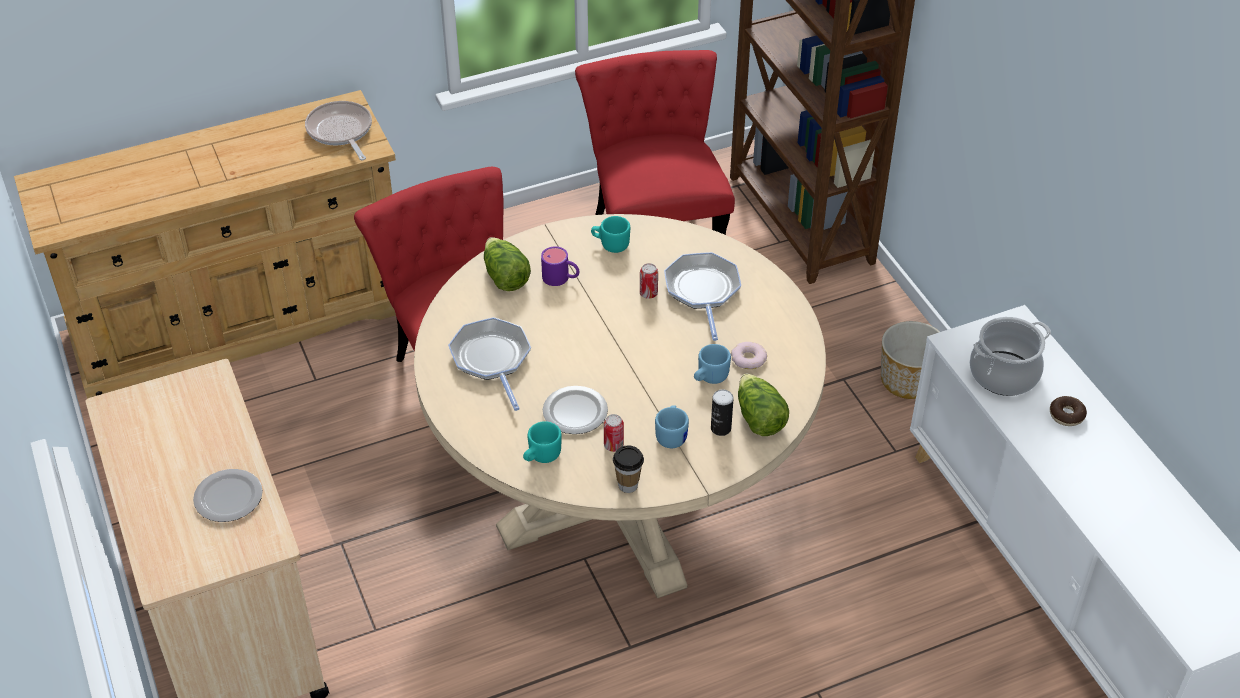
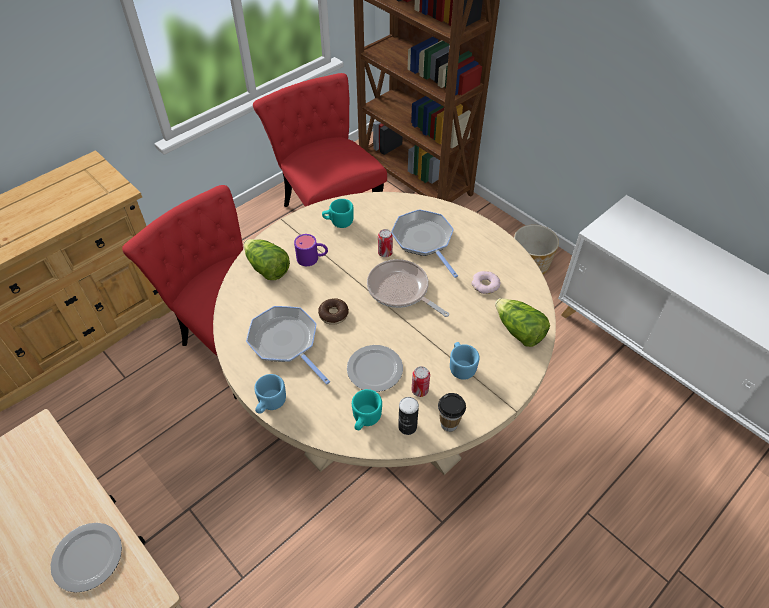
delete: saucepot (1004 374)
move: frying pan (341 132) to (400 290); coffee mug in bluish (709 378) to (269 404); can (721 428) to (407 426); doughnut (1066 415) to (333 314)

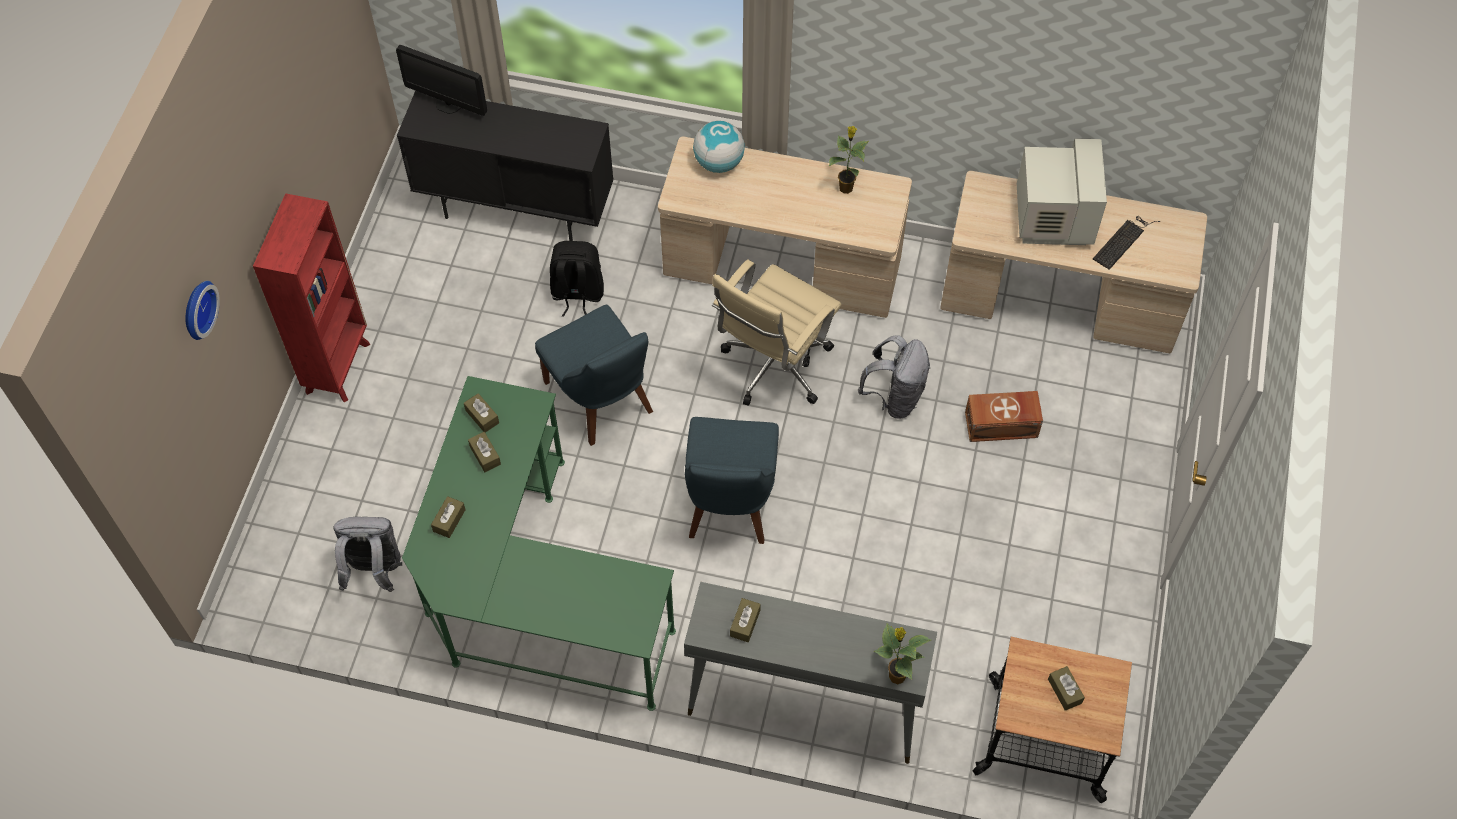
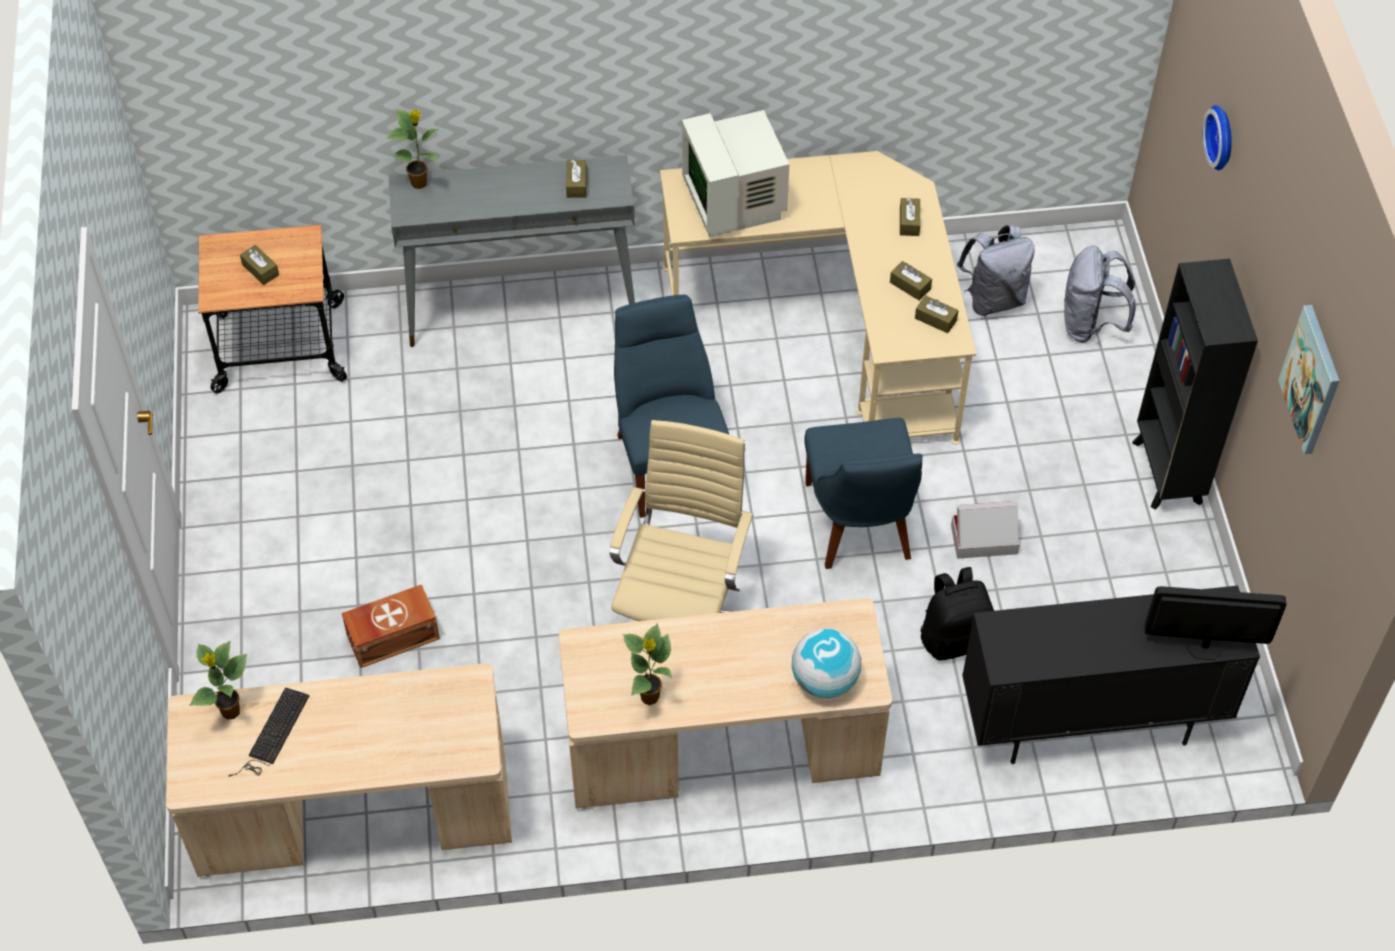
insert: picture (1312 379); cardboard box (984 539); potted plant (230 712)
move: monitor (1052 218) to (736 202); knapsack in gray (894 397) to (1090 325)
recolor: bookcase in reddish (339 366) to bookcase in black-coloured (1167 474); desk in green (531 590) to desk in beige-coloured (831 326)
rotate: chair in bluish (601 400) = (859 525) 135 degrees counterclockwise

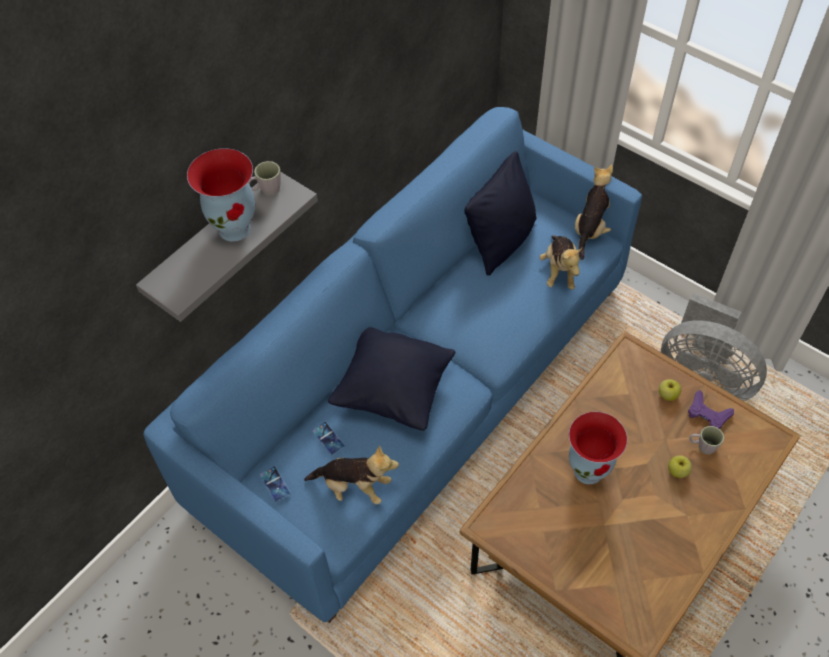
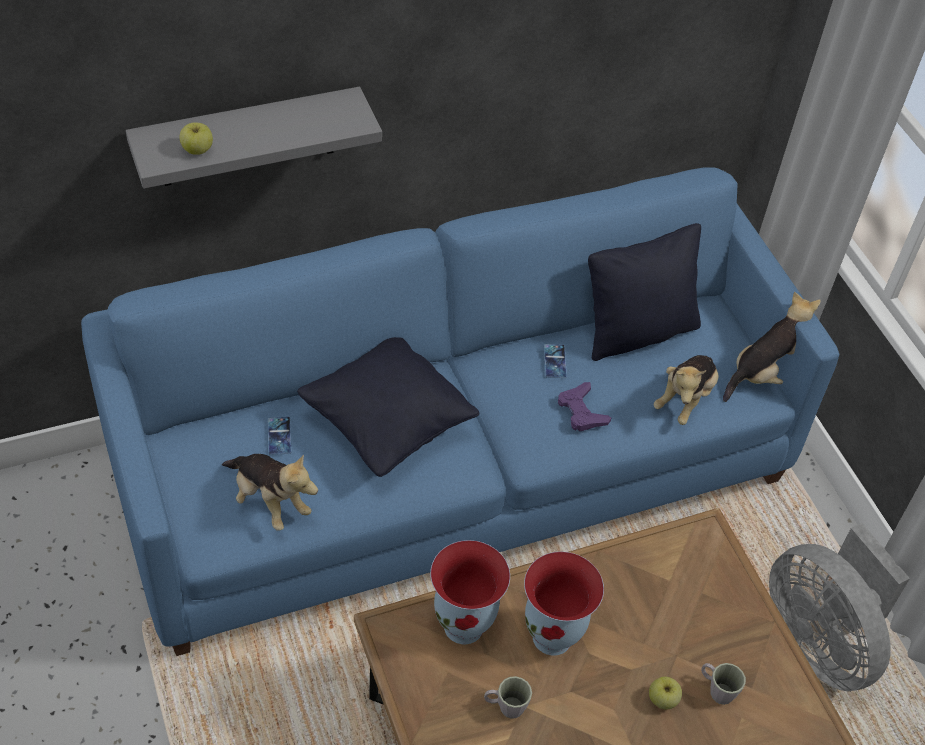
move: decorative vase (235 228) to (465 626); coffee mug in gray (266 190) to (505 707); apple fruit (667 395) to (197 150); gamepad in purple (708 414) to (581 411); phone (275 484) to (555 361)

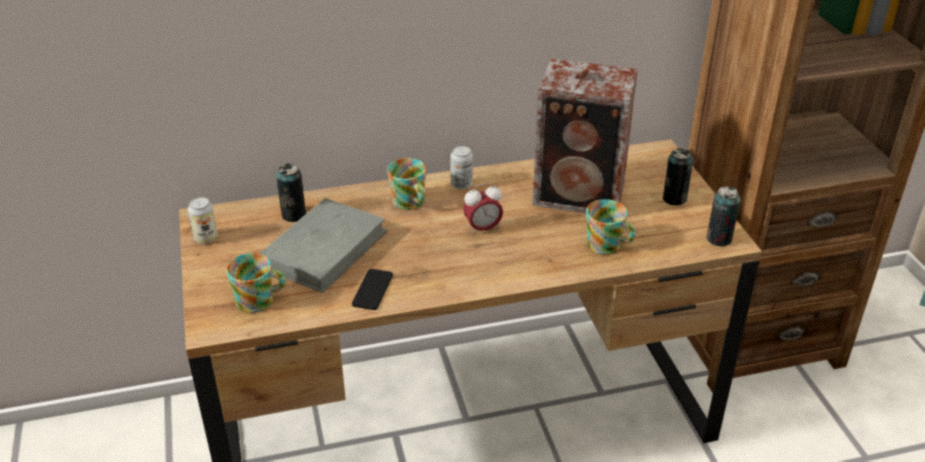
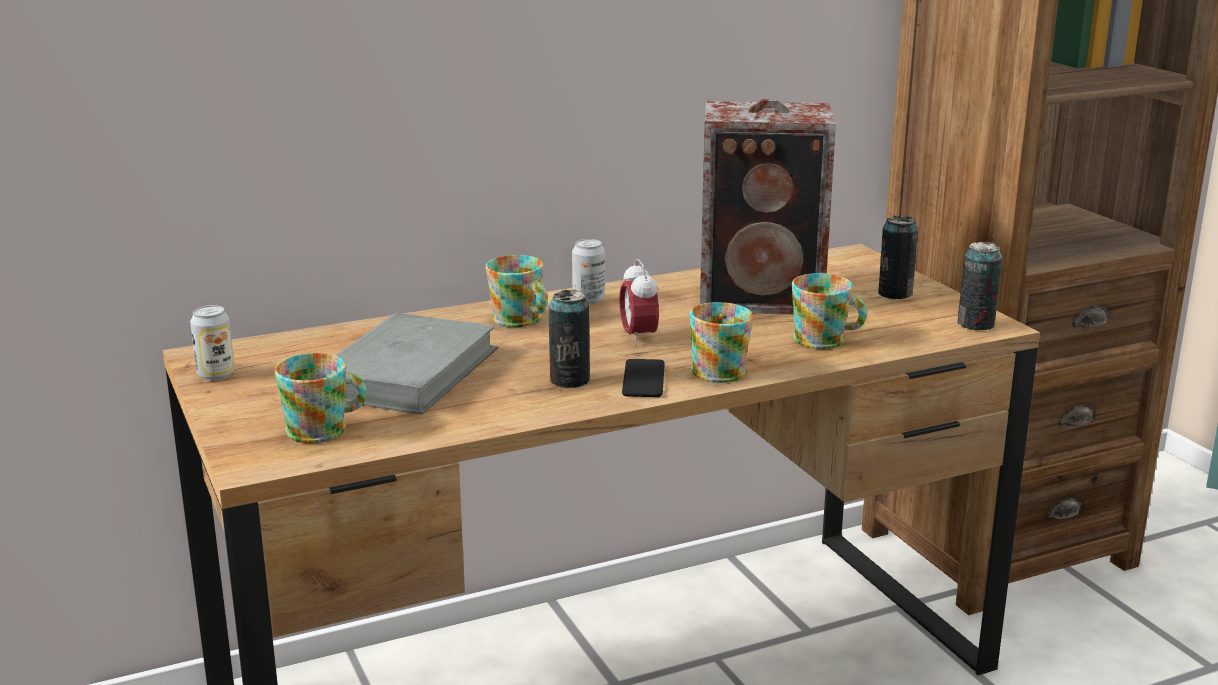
insert: coffee mug (720 369)
move: can (293 215) to (569 380); phone (372 290) to (643 379)
rotate: alarm clock (483 229) = (638 337) 105 degrees clockwise

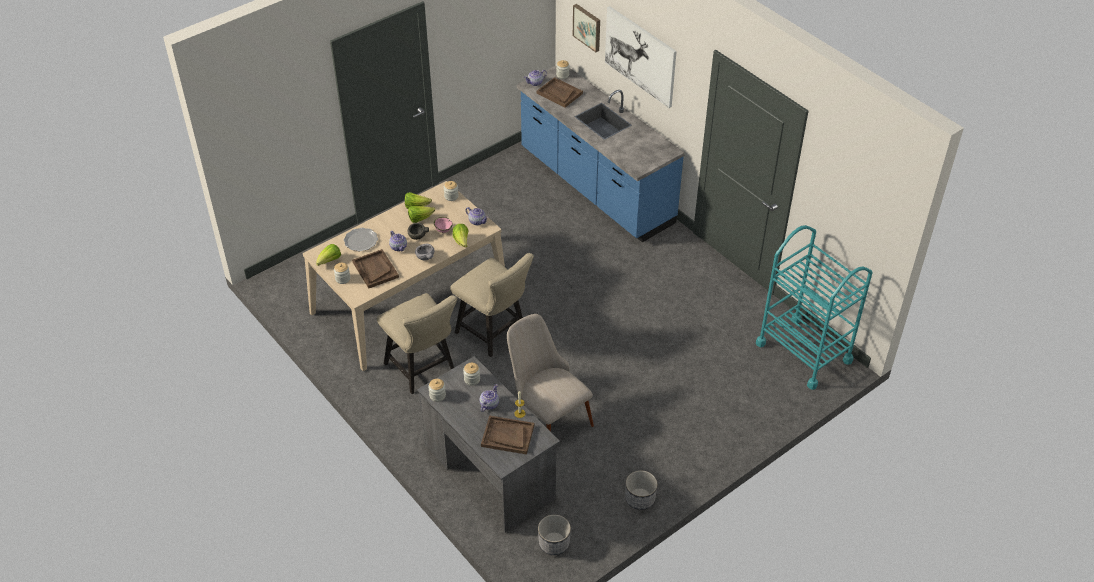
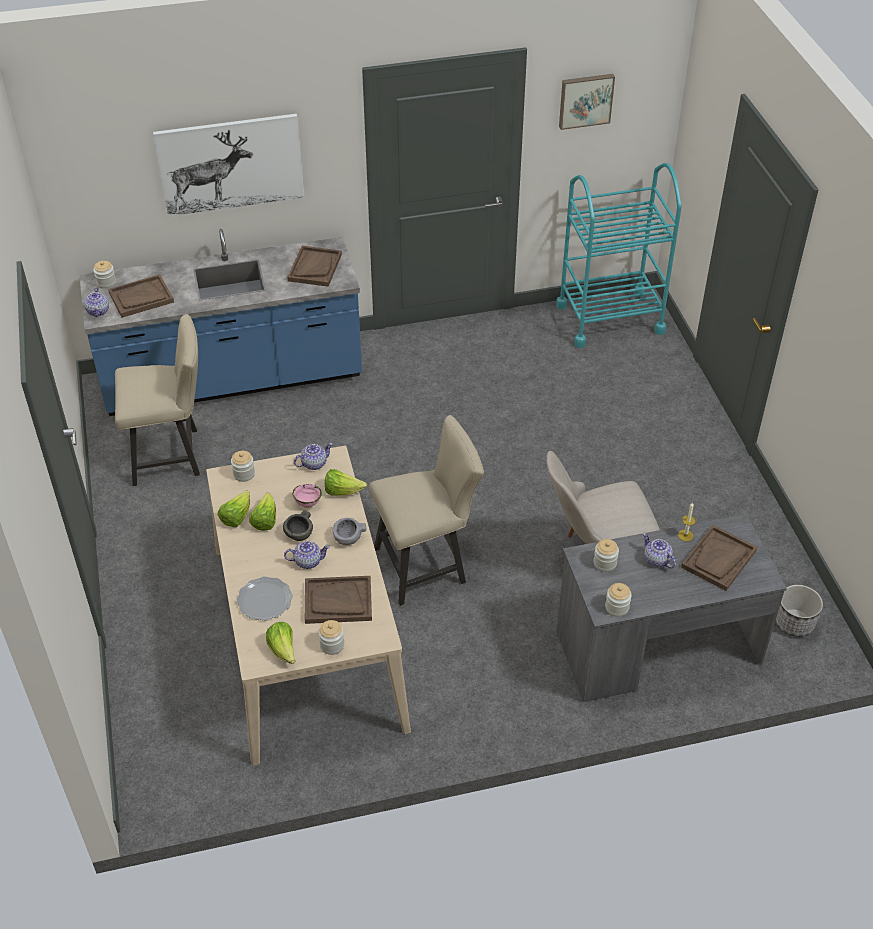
delete: plant pot (639 499)
insert: tray in brownish (315 267)
move: picture (587 27) to (585 100); chair in beige-coloured (423 370) to (172 455)

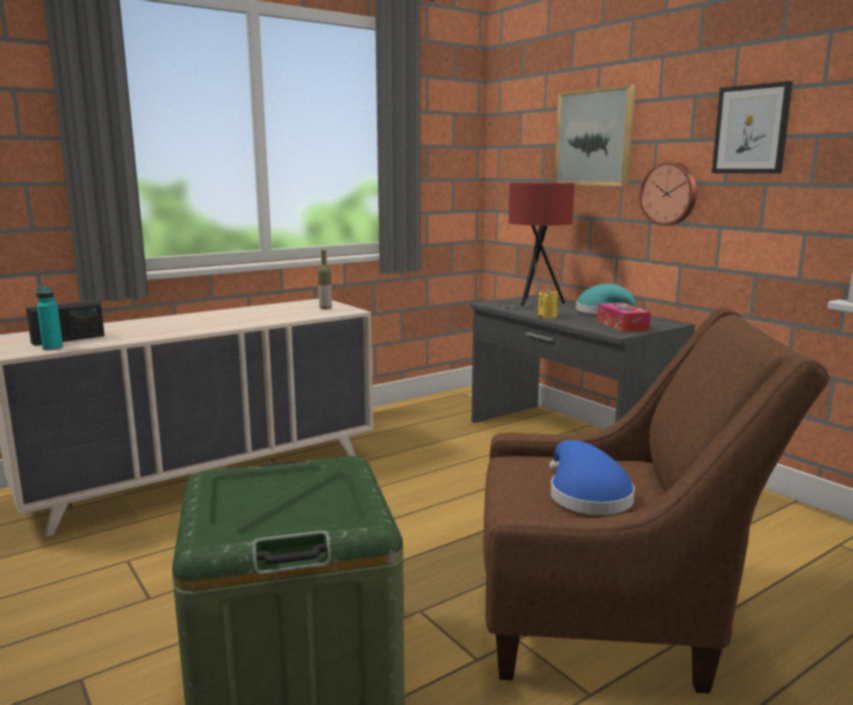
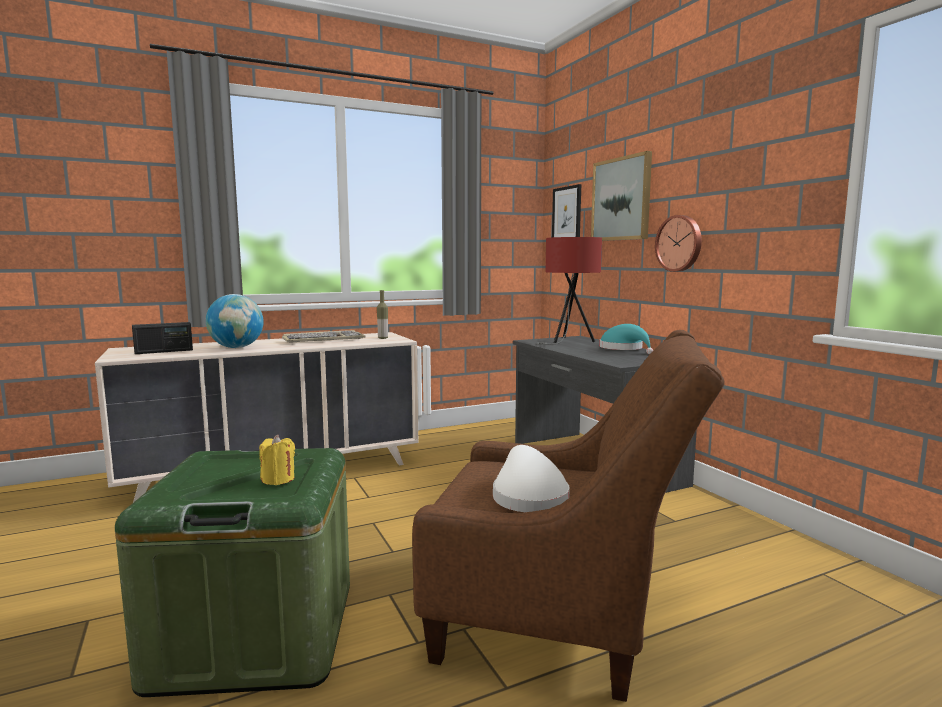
delete: beverage bottle in turquoise (52 348); box of tissues (622 325)
insert: globe (237 347); PC keyboard (324 340)
move: picture (751 129) to (567 213); wax candle in yellow-coloured (547 316) to (278 479)
recolor: wearable hat in bluish (586 495) to wearable hat in white (528 496)

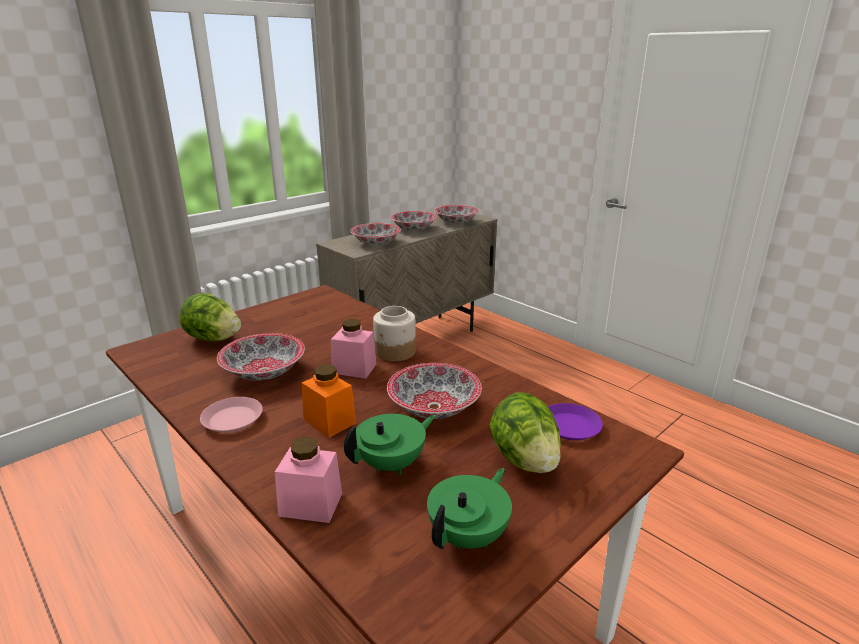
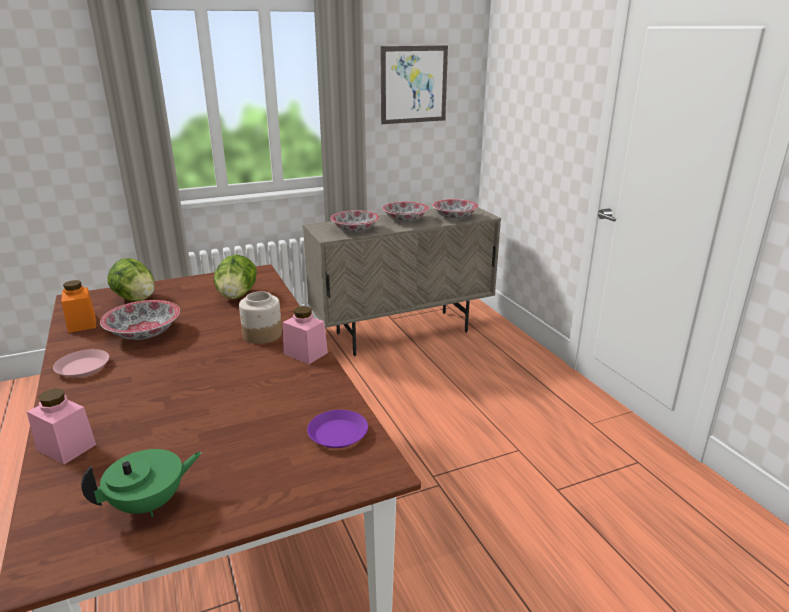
delete: serving bowl (434 407); tea pot in green (392 464)
insert: picture (413 84)
move: storage jar in pink-coloured (354 369) to (305 353); storage jar in orange-coloured (329 421) to (82 323); lettuce head (524 459) to (237 296)

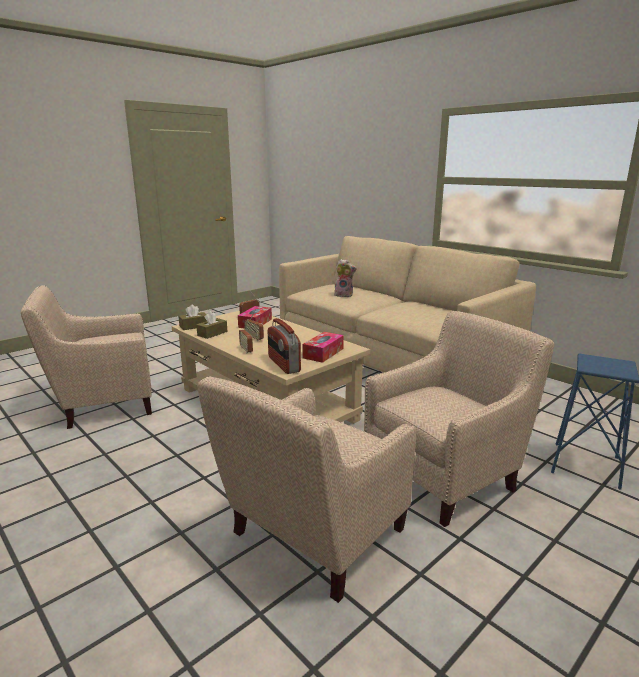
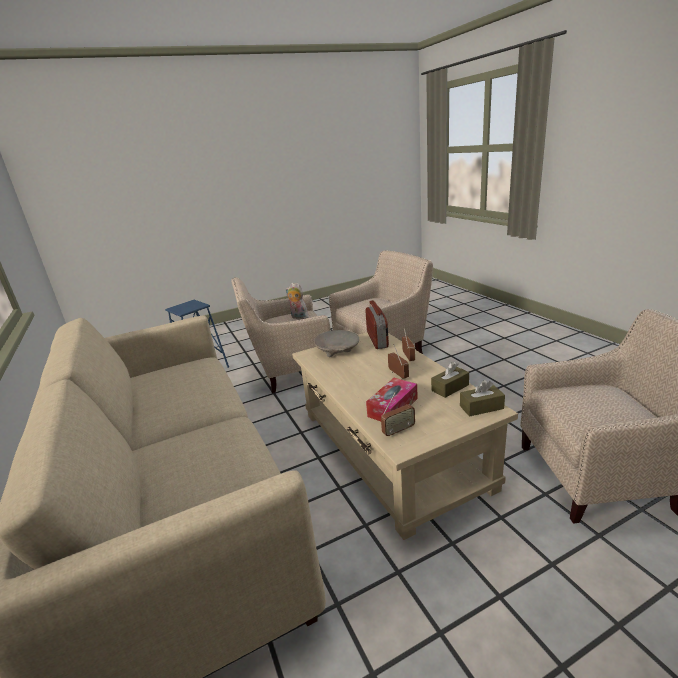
move: soft toy (344 295) to (298 317)
replace: box of tissues (323 353) to serving bowl in beige-coloured (337 350)

